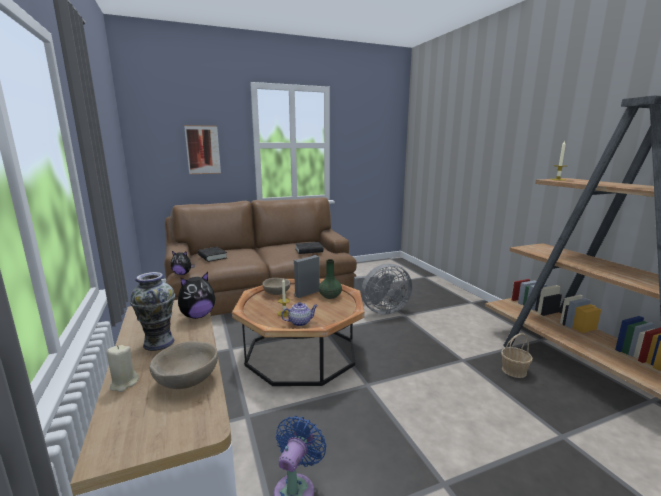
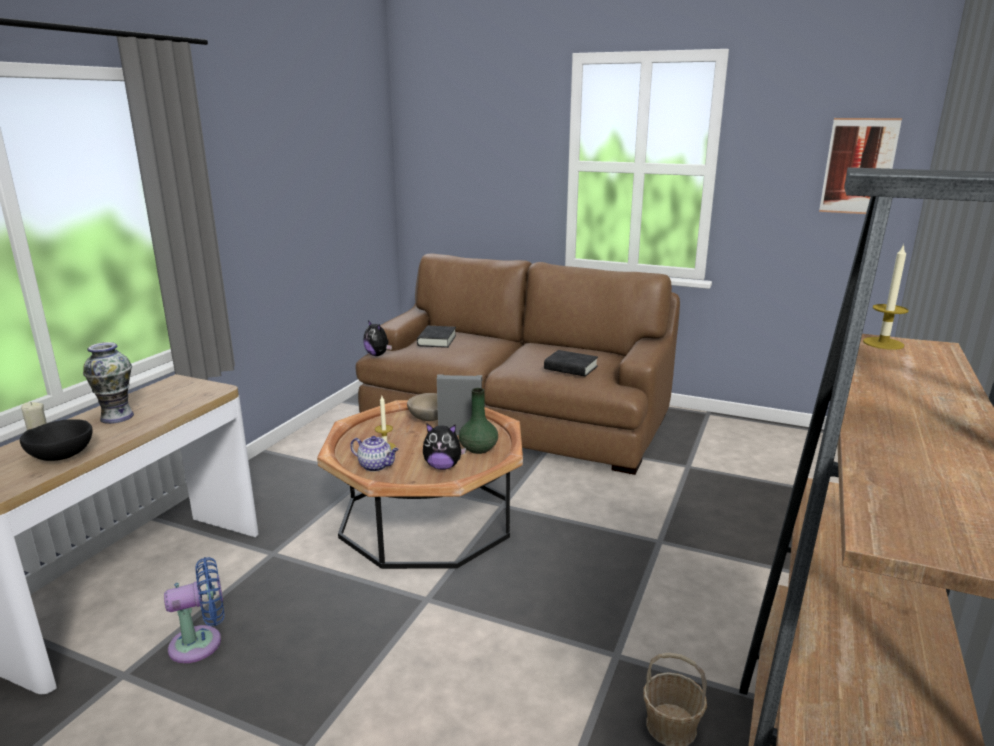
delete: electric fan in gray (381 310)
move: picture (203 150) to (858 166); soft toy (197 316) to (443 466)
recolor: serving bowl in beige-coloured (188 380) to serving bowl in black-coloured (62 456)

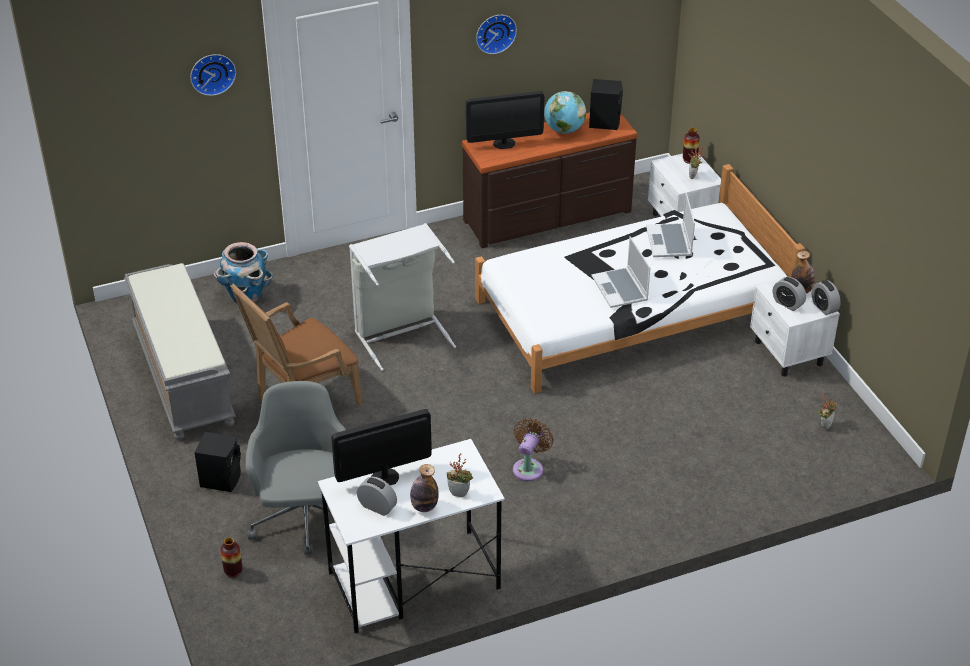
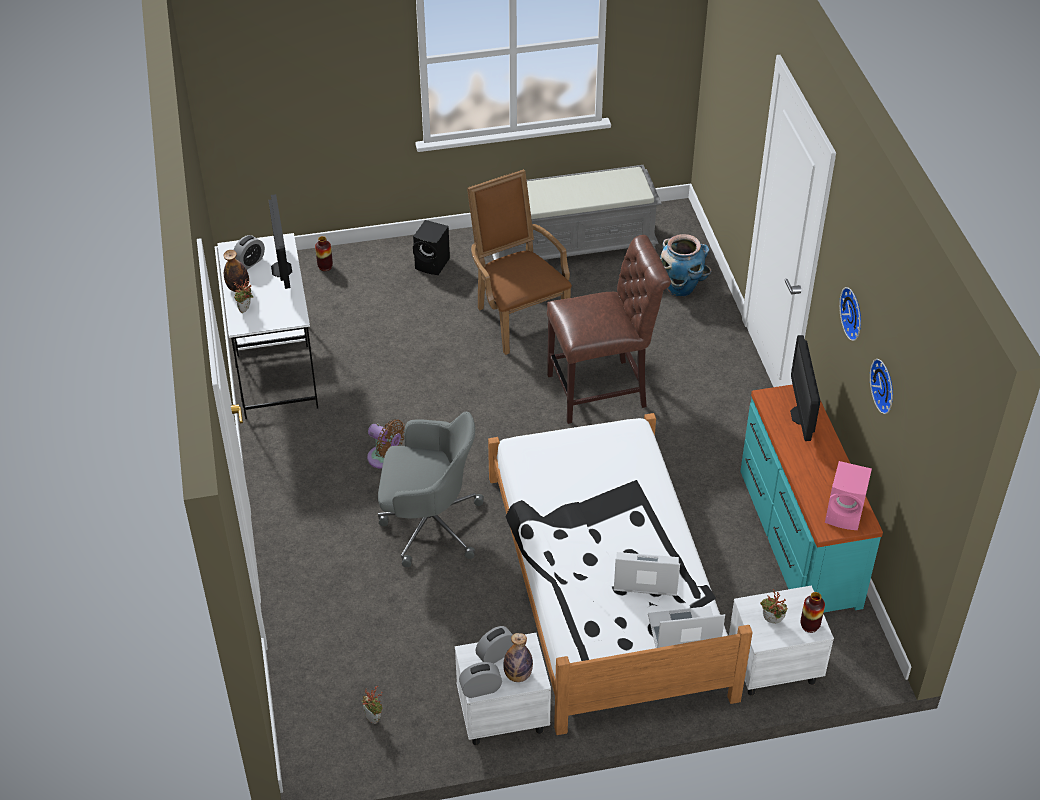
delete: globe (564 130)
move: wall clock (212 73) to (885 385); notebook computer (621 289) to (683 633); office chair in gray (306 518) to (429 524)
replace: washing basket in gray (401 334) to chair in brownish (603 390)
recolor: speaker in black-coloured (604 121) to speaker in pink-coloured (845 514); chest of drawers in brownish (548 217) to chest of drawers in turquoise (797 536)

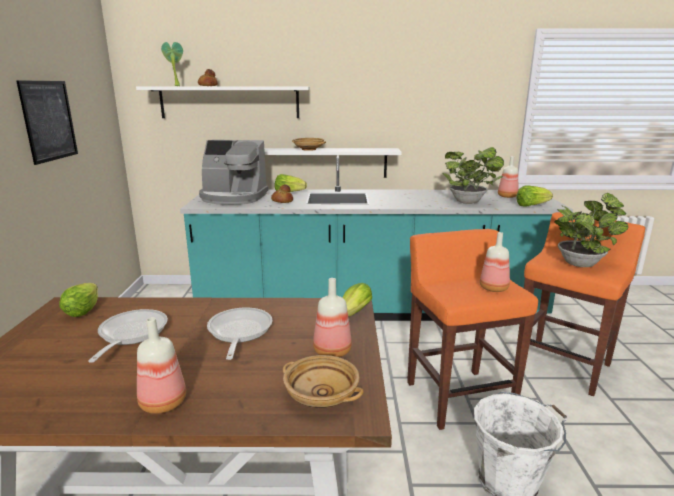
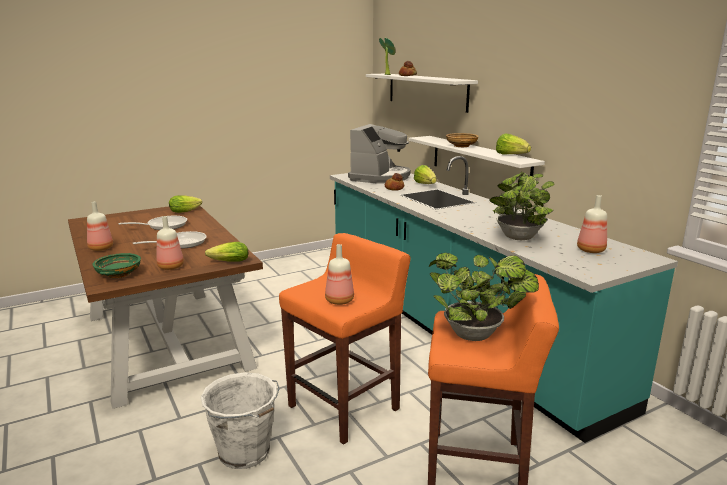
delete: picture (49 120)
move: lettuce head (531 205) to (511 155)
recolor: serving bowl in beige-coloured (320 396) to serving bowl in green (118 274)
rotate: coffee machine (233 198) = (380 177) 135 degrees counterclockwise

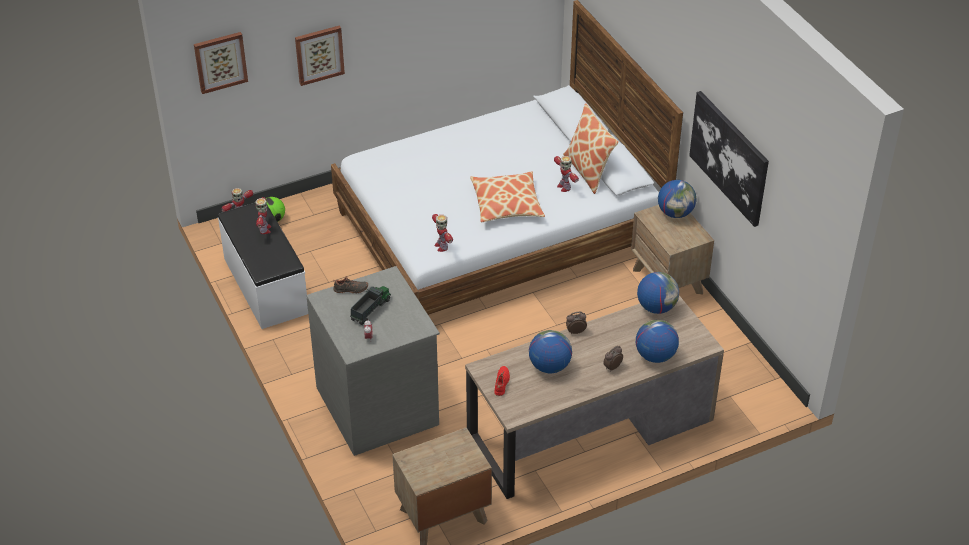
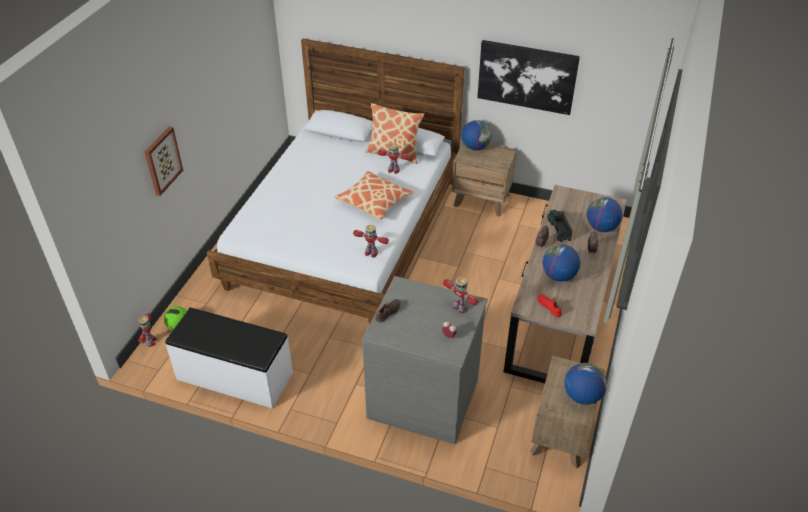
delete: picture (220 61)
move: robot figure (264 229) to (460 308); globe (656 307) to (582 396); model truck (371 309) to (558 229)

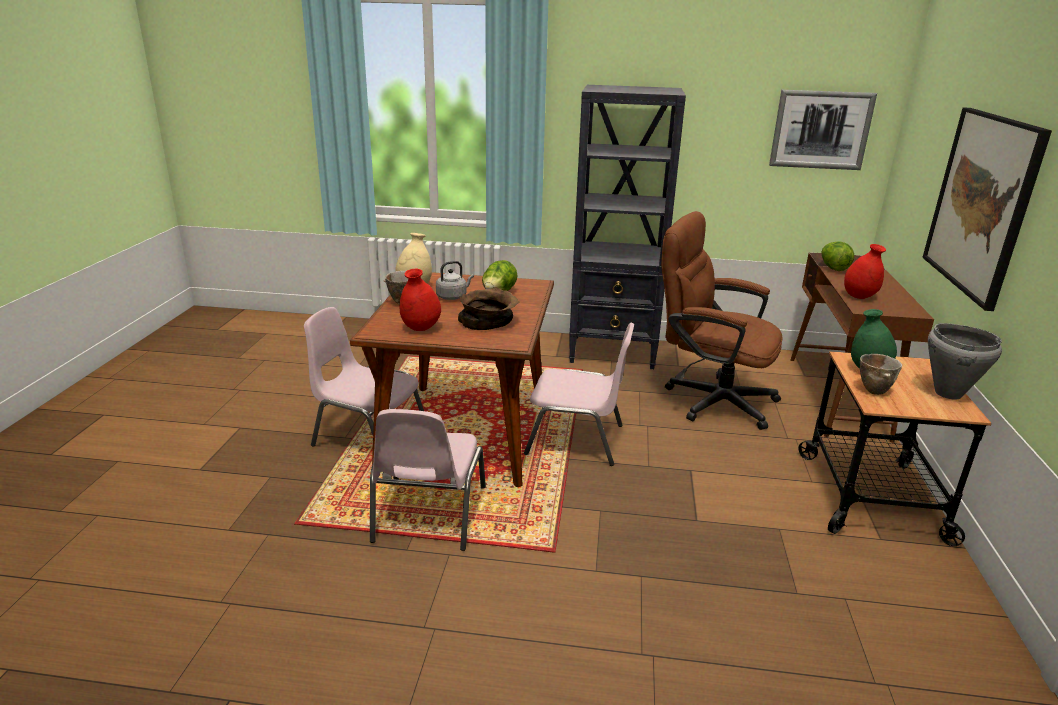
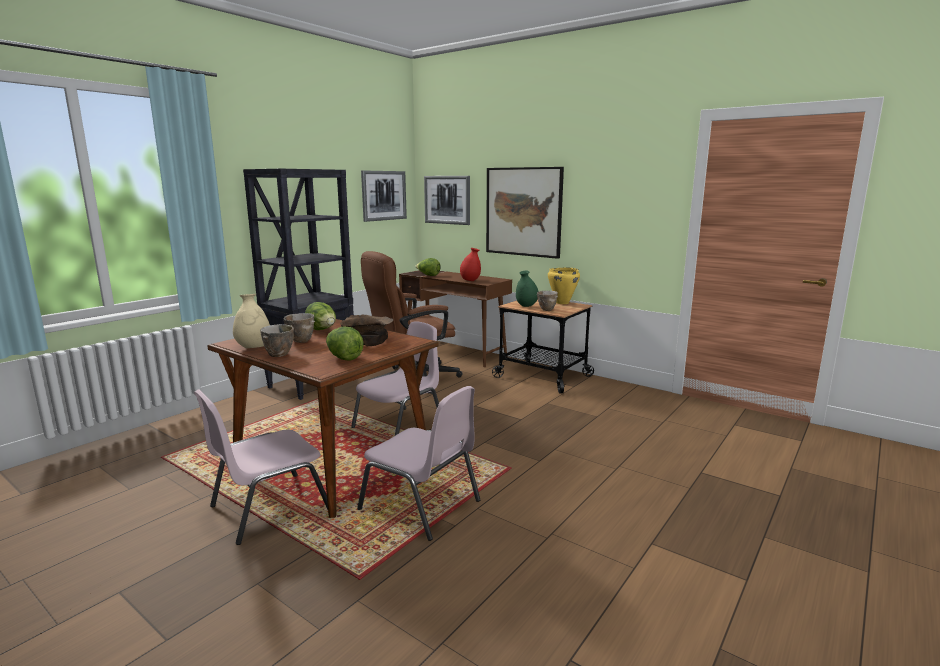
insert: picture (447 200)
replace: water kettle in gray (453 296) to serving bowl (300 341); decorative vase in reddish (420 328) to lettuce head (344 358)
recolor: saucepot in gray (947 393) to saucepot in yellow-coloured (562 303)

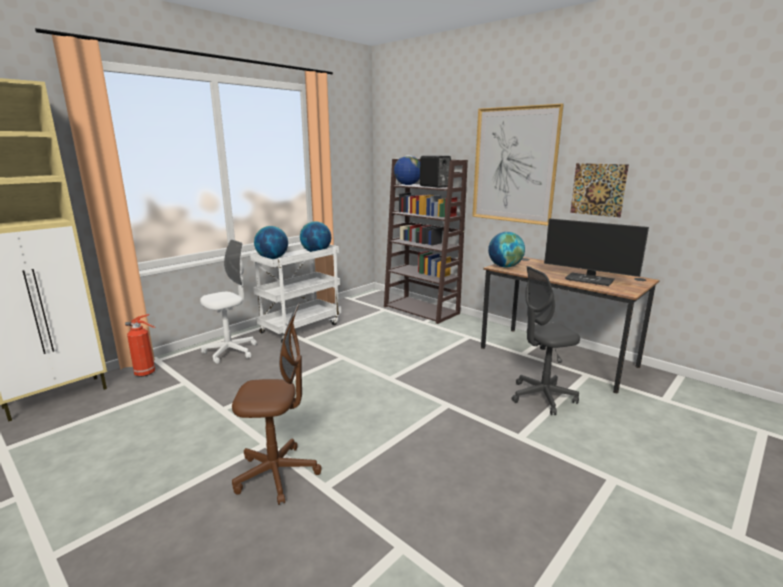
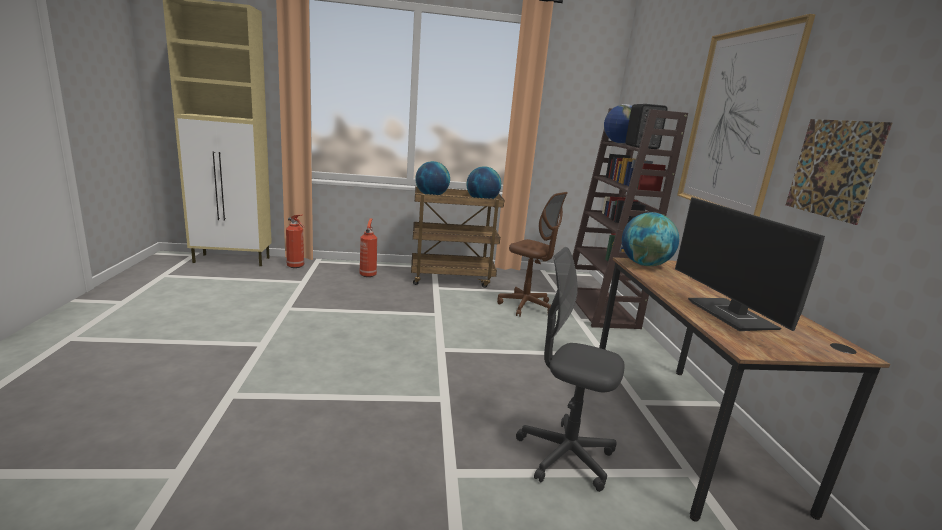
move: office chair in brownish (277 474) to (526 306)
replace: office chair in white (230 352) to fire-fighting cylinder (368 274)
recolor: wheeled cart in white (301 327) to wheeled cart in brownish (452 278)

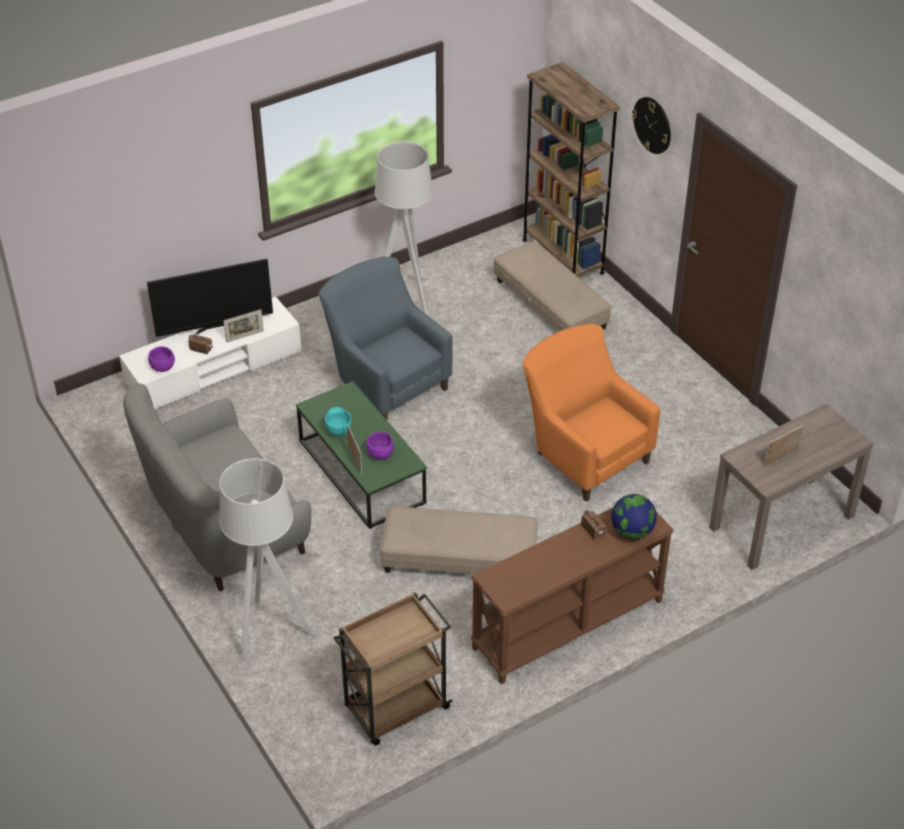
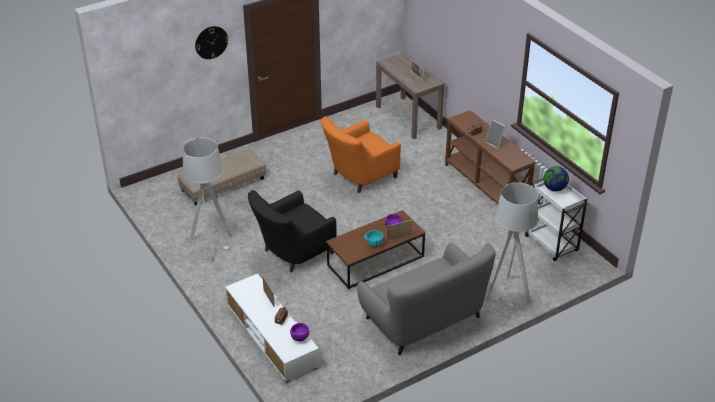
delete: bookcase in brownish (563 256); TV (215 327); pouffe in beige-coloured (459 557)
insert: standing frame (495 143)
move: globe (632 531) to (554 188)
recolor: easy chair in bluish (385 382) to easy chair in black-coloured (292 253); coffee table in green (362 472) to coffee table in brownish (375 261); wheeled cart in brownish (395 709) to wheeled cart in white (552 244)

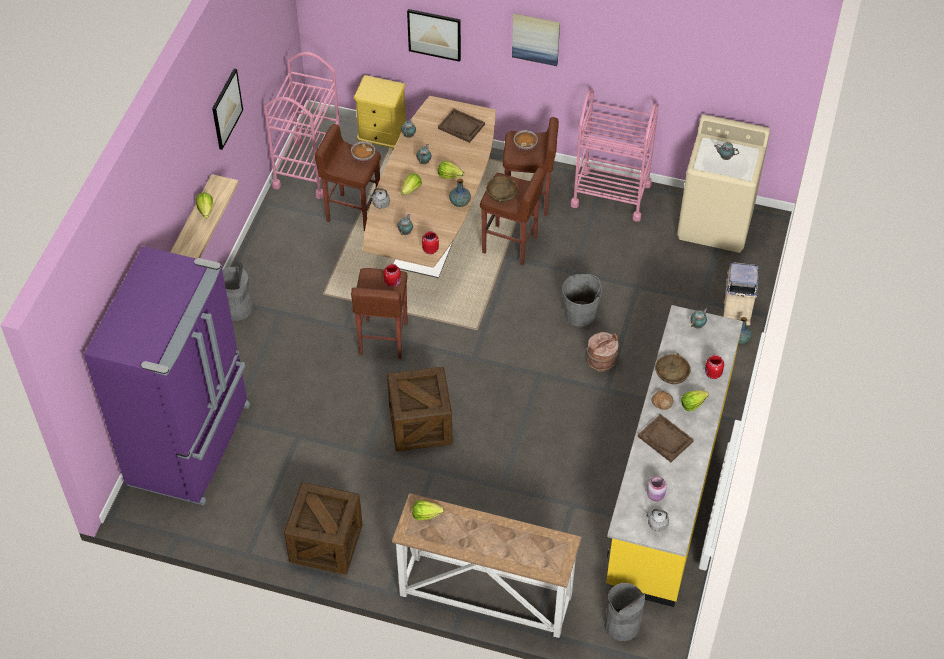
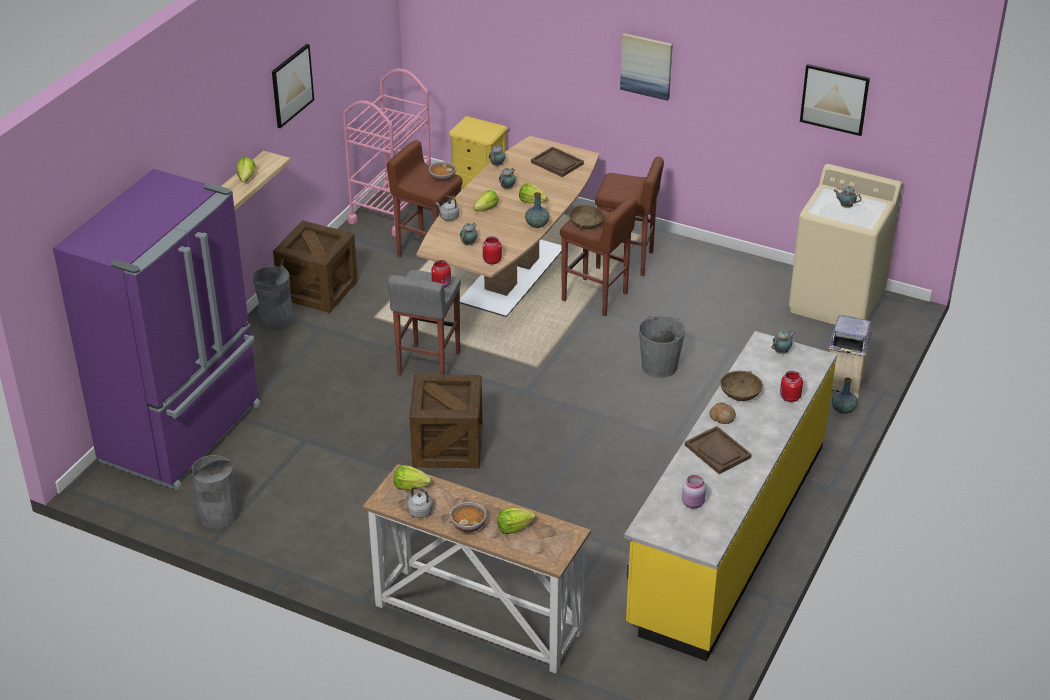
delete: wheeled cart in pink-coloured (611 195); pail in brownish (601 360)
move: picture (434 34) to (834 99); serving bowl (525 145) to (468 525); lettuce head (692 404) to (514 528); packing crate (326 543) to (318 290); water kettle in gray (656 523) to (418 511); waste bin in gray (622 625) to (218 515)
recolor: sitting stool in brownish (382 339) to sitting stool in gray (428 364)

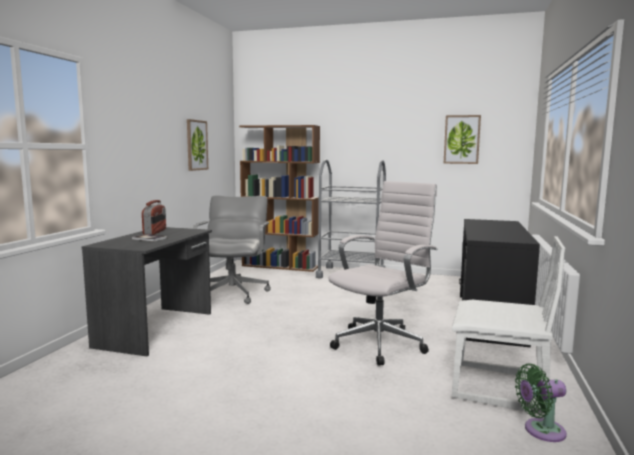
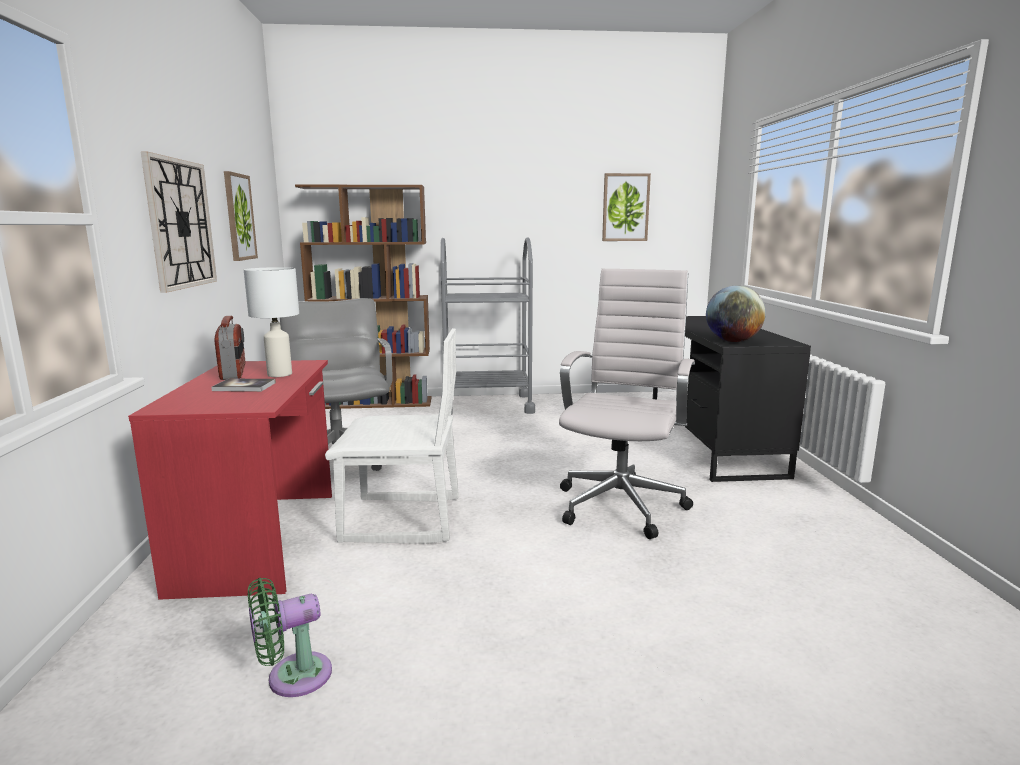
insert: wall clock (180 224); lamp for a table in white (280 374); globe (732 341)
move: chair in white (498 388) to (401 520); electric fan in green (540 431) to (292 677)
recolor: desk in gray (157 329) to desk in reddish (262 539)

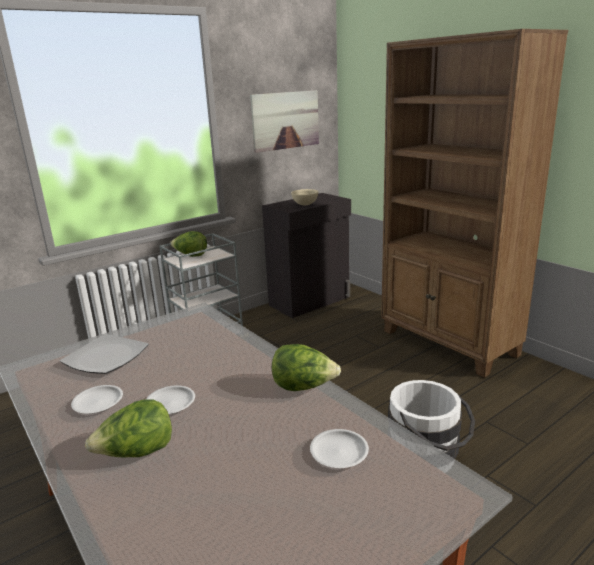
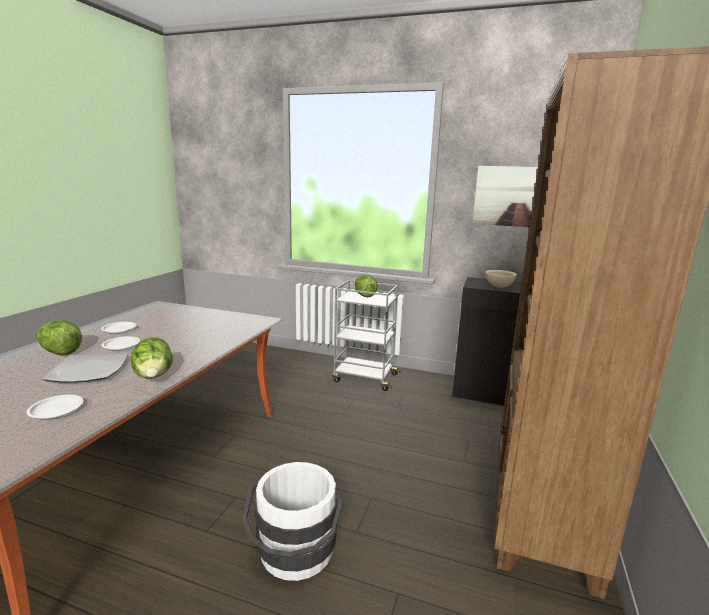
move: plate (106 356) to (89 370)

